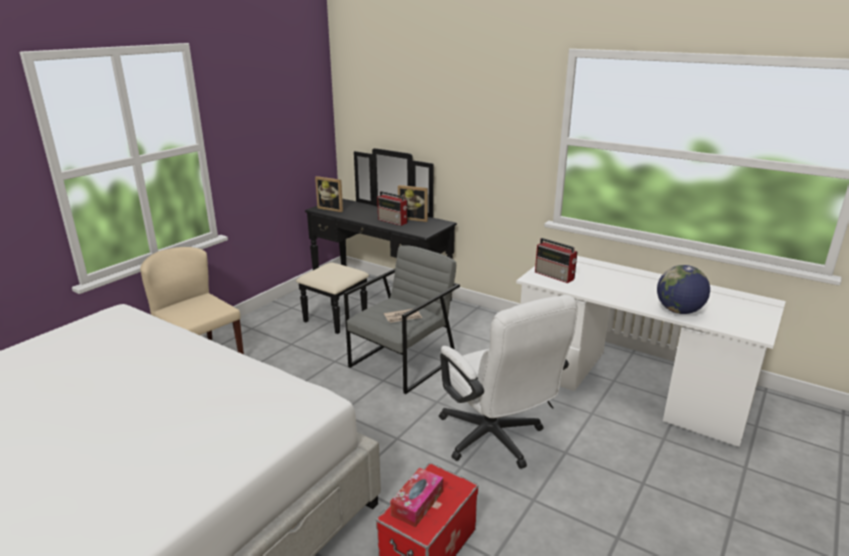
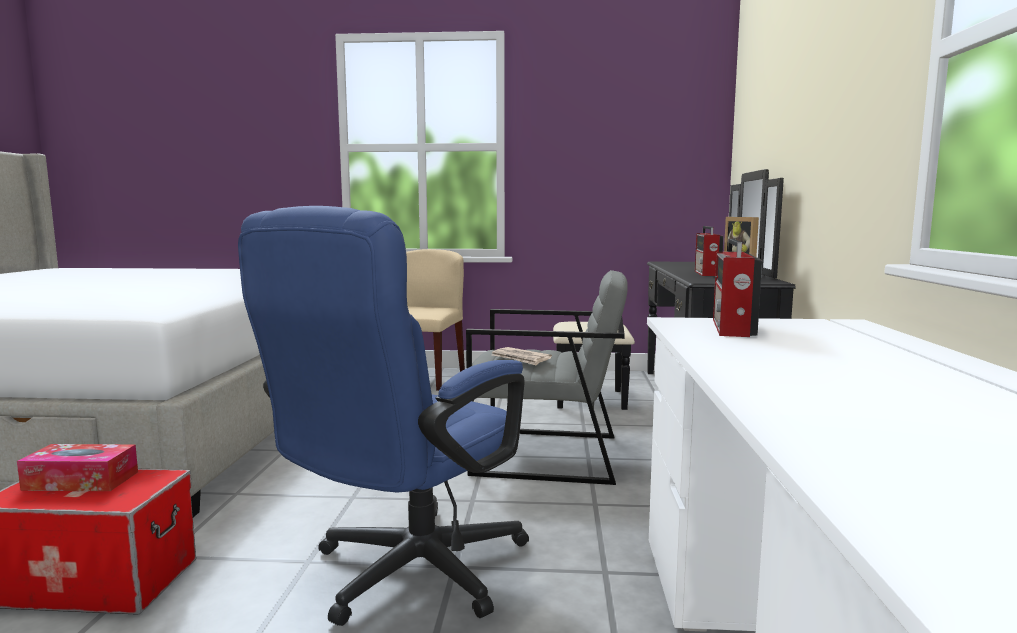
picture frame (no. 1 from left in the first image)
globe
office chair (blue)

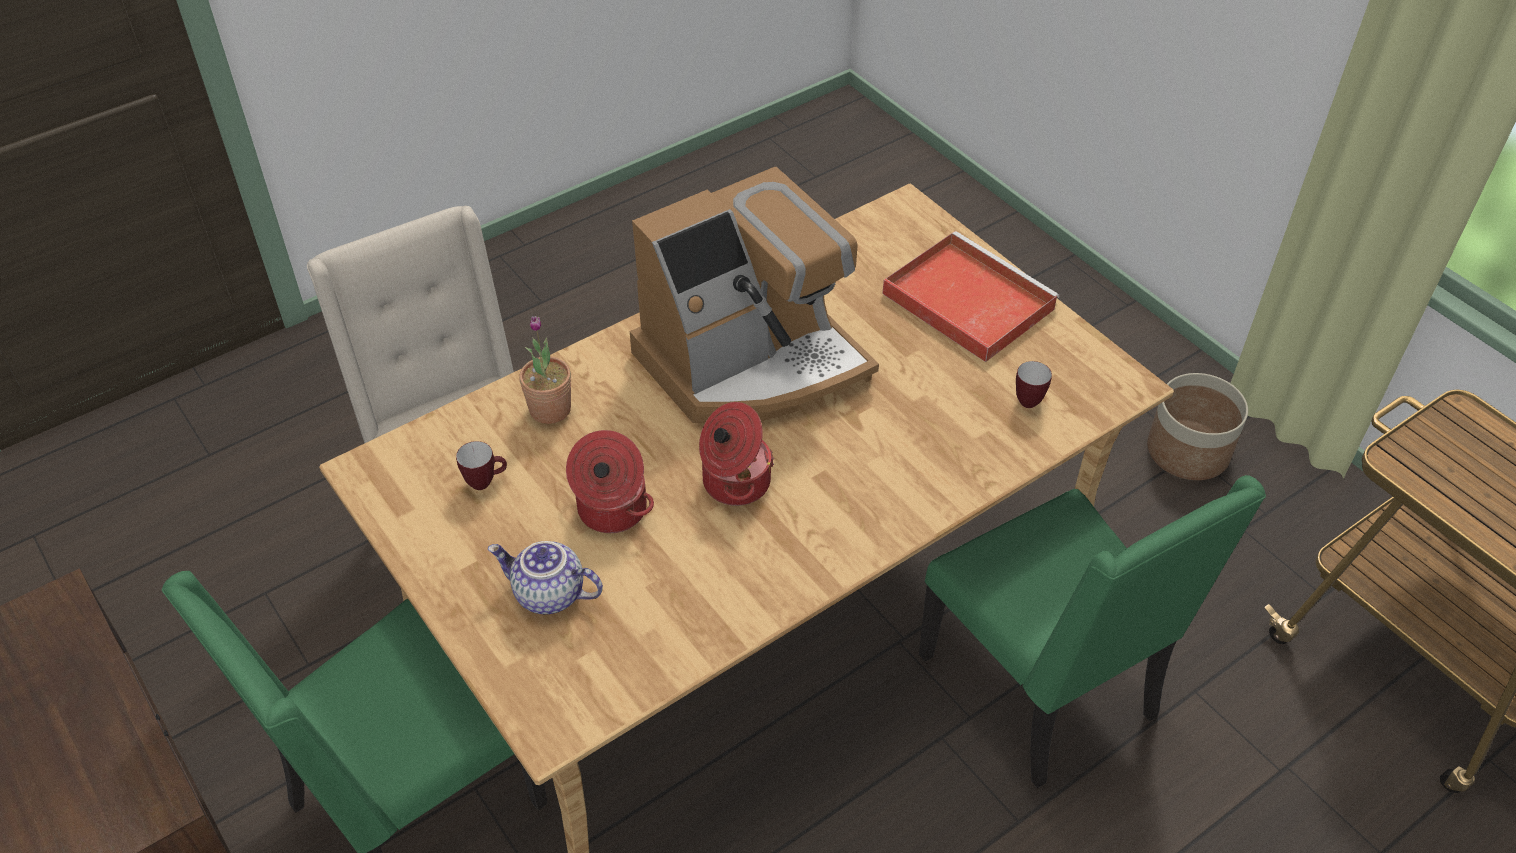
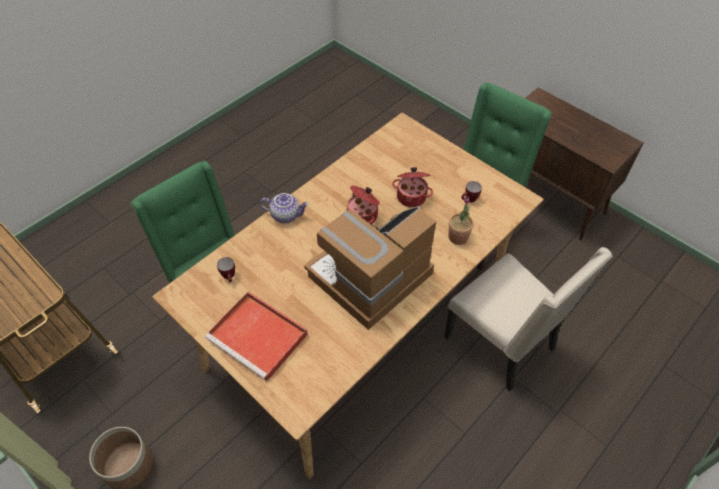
teapot

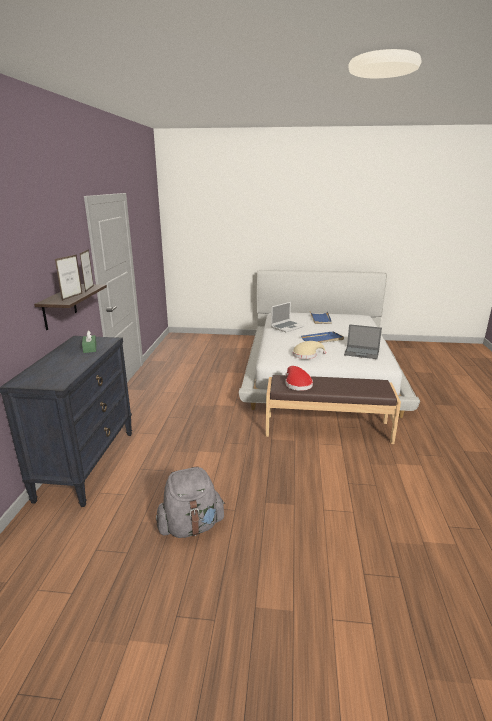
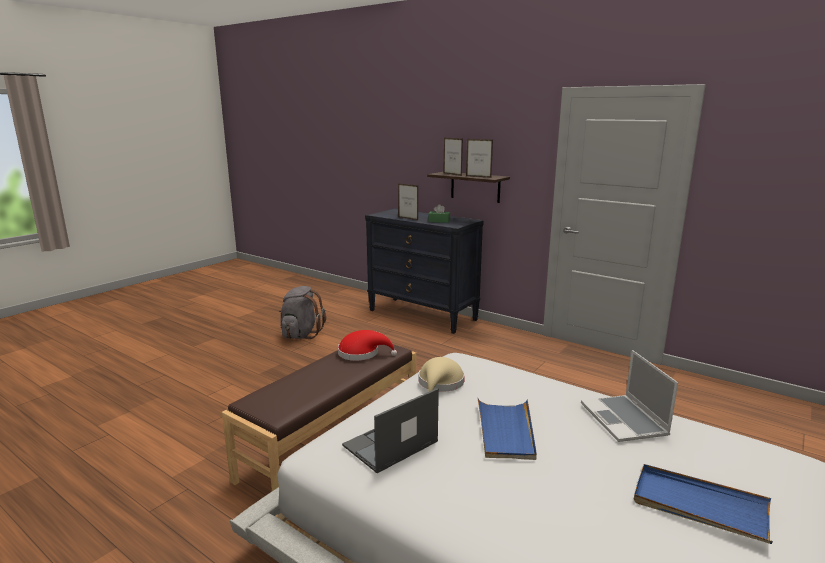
picture frame (no. 1 from left)

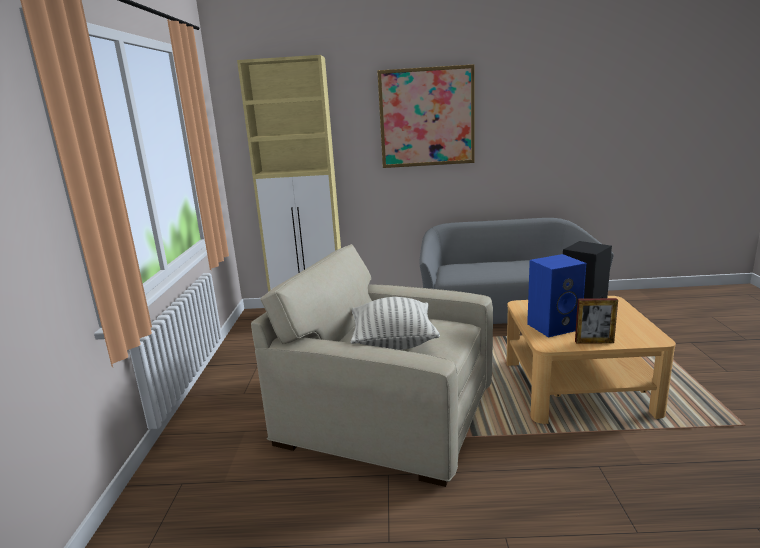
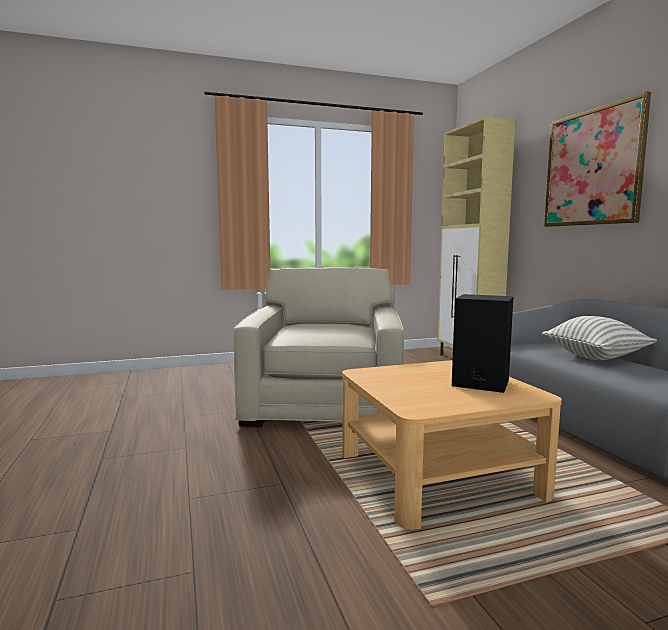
speaker (blue)
pillow
picture frame

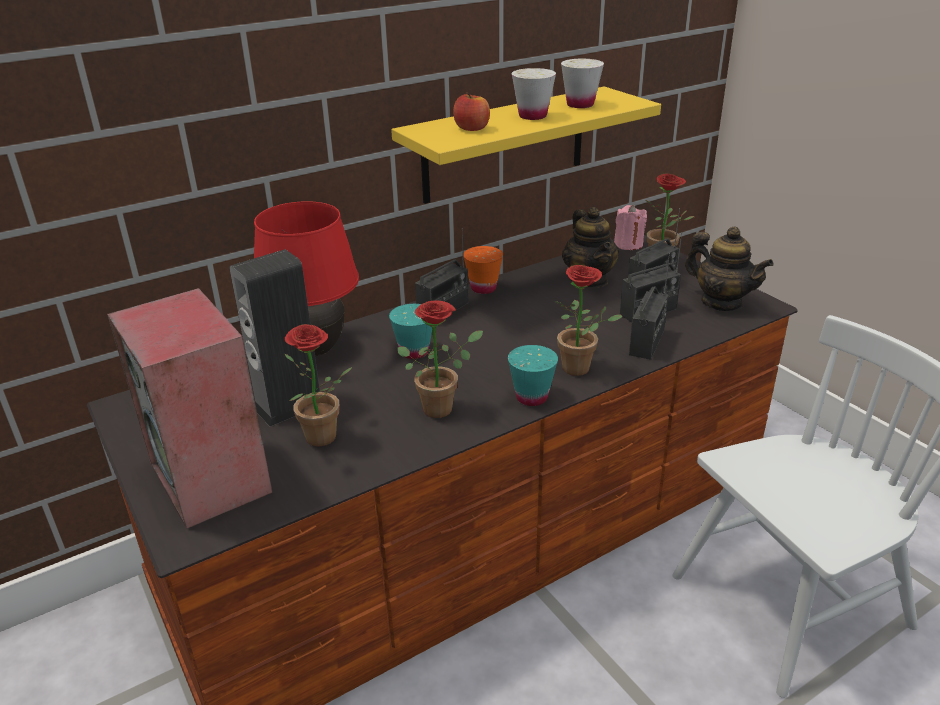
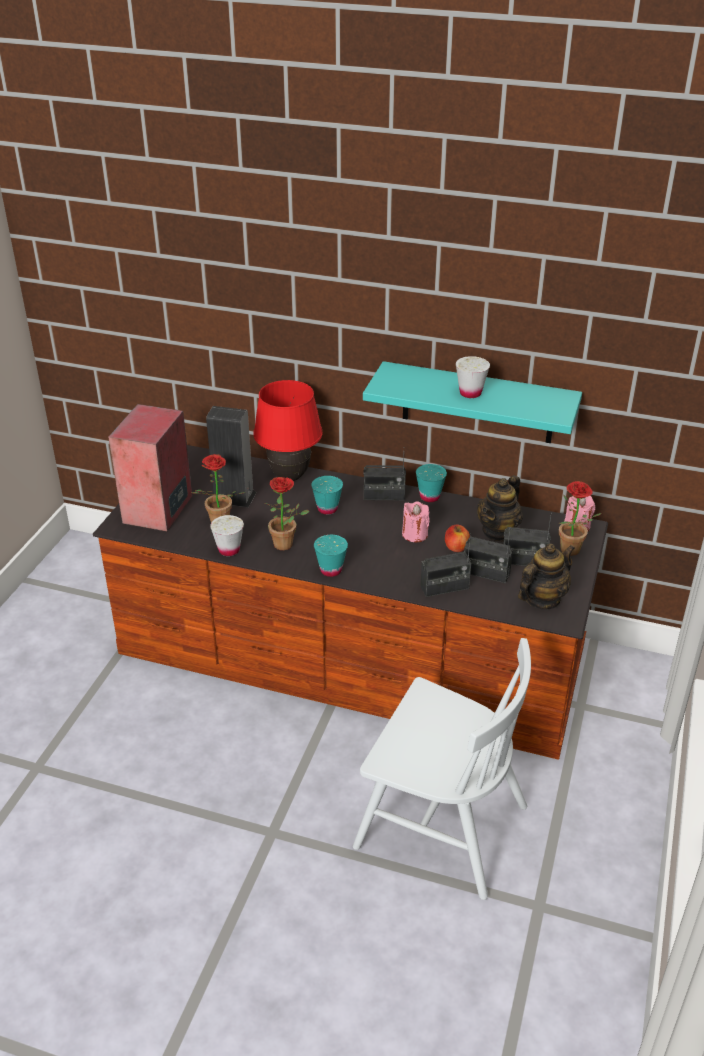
cup (white) (no. 1 from left)
shelf (turquoise)
apple
teapot (no. 2 from left)
cup (turquoise) (no. 3 from left)
potted plant (no. 3 from left in the first image)
candle (pink) (no. 1 from left)

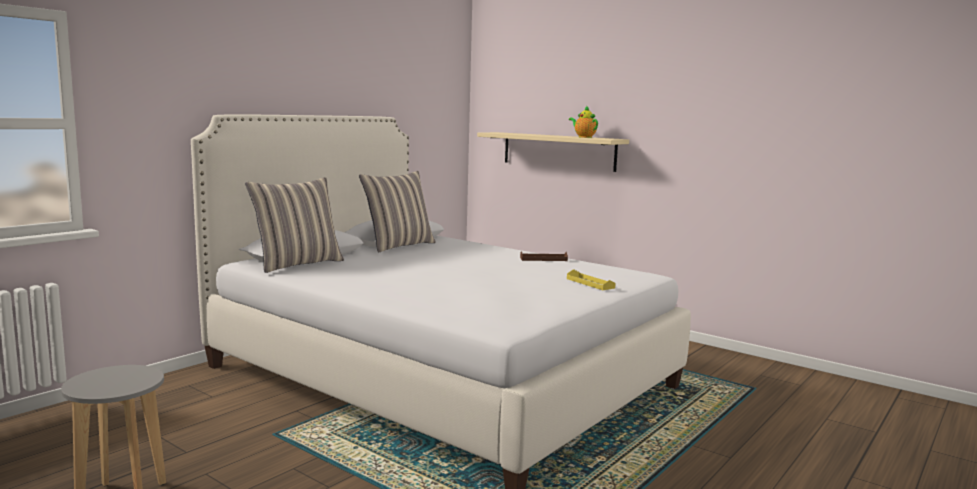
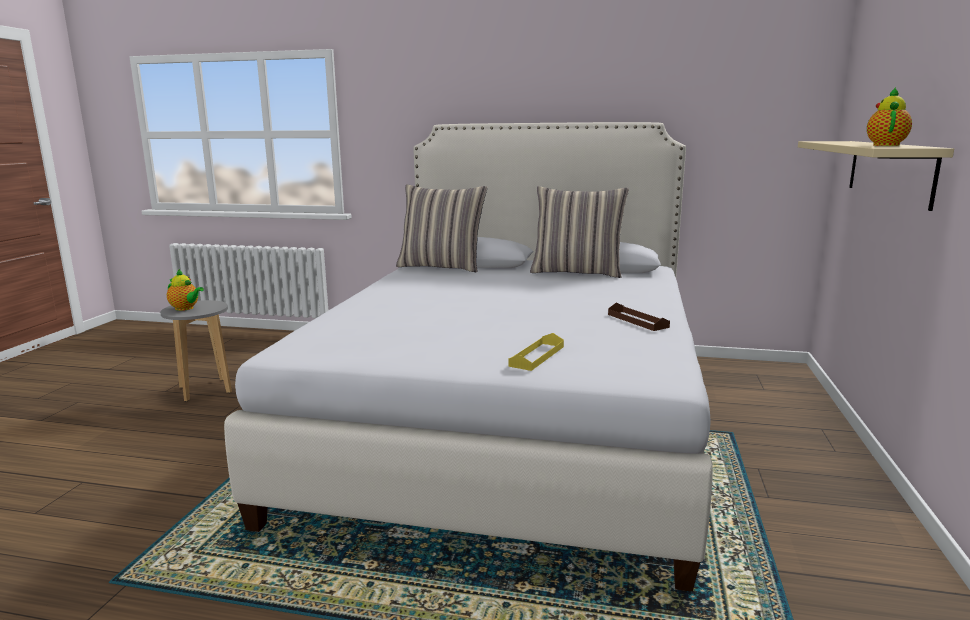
teapot (no. 1 from left)

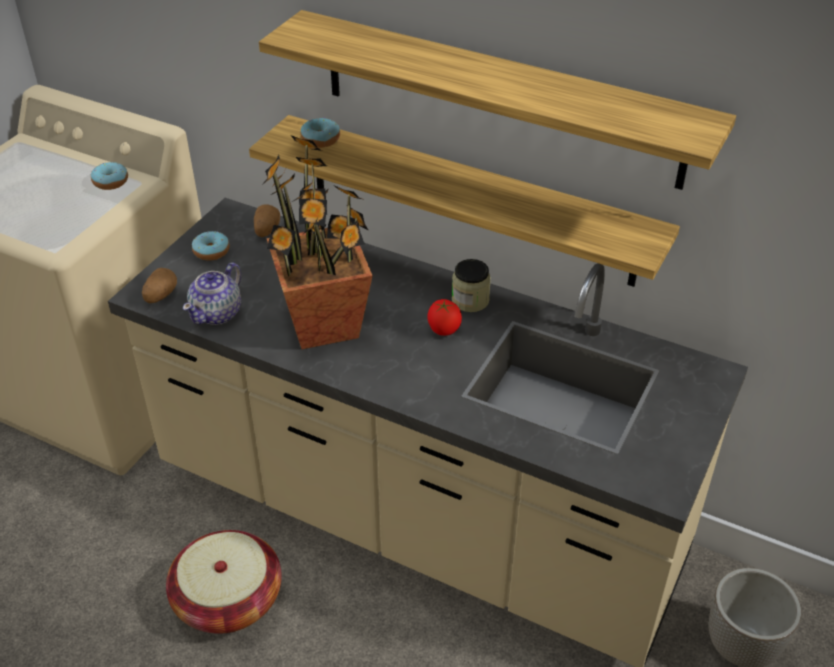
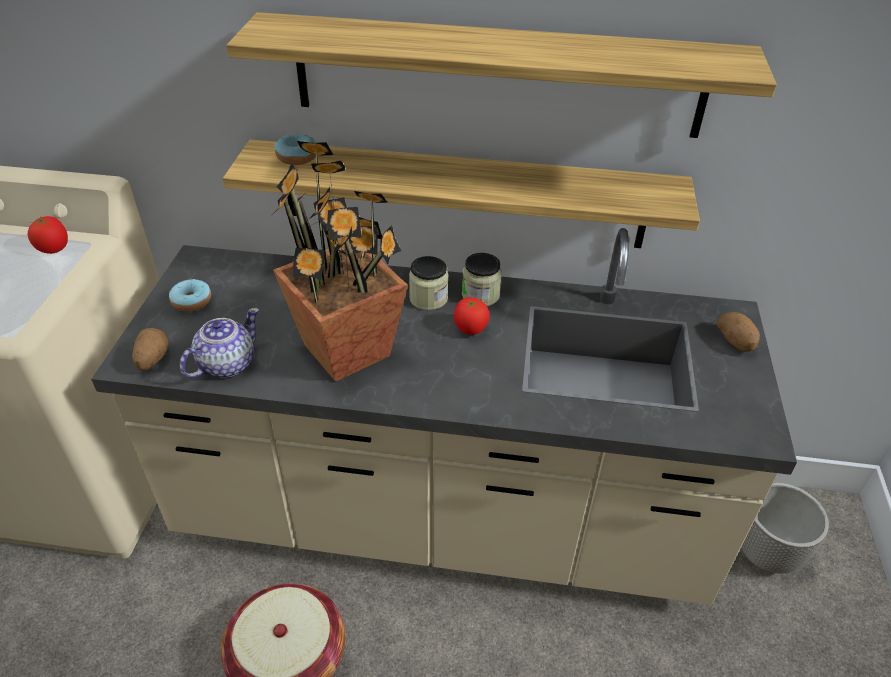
tomato (no. 1 from left)
potato (no. 2 from left)
teapot
jar (no. 1 from left)

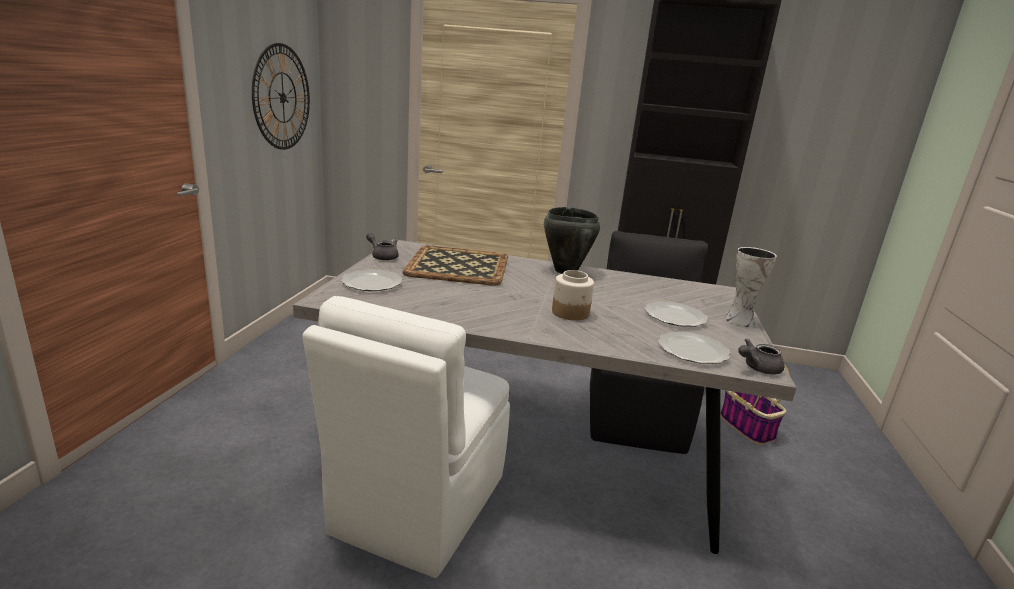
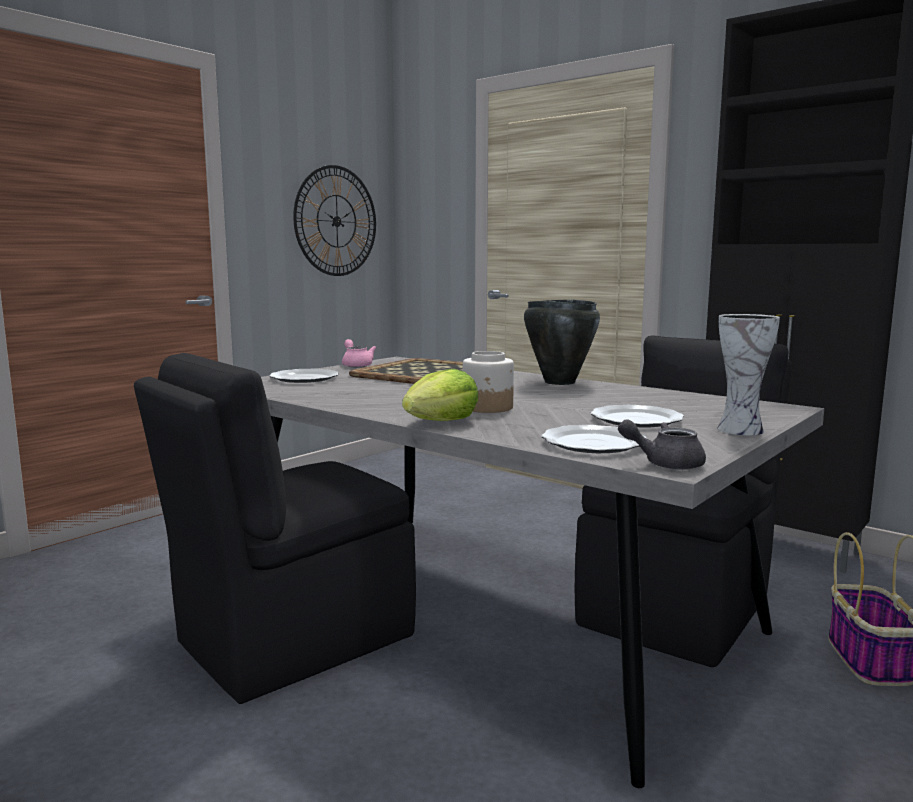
teapot (pink)
chair (black) (no. 1 from left)
lettuce

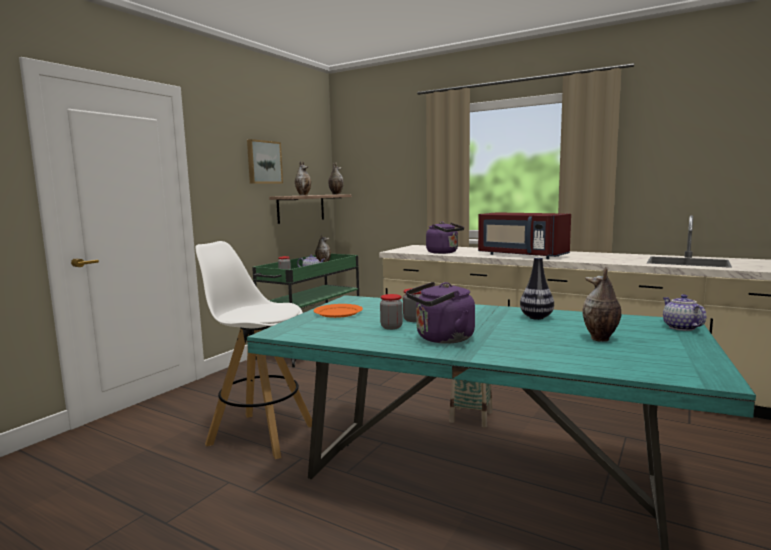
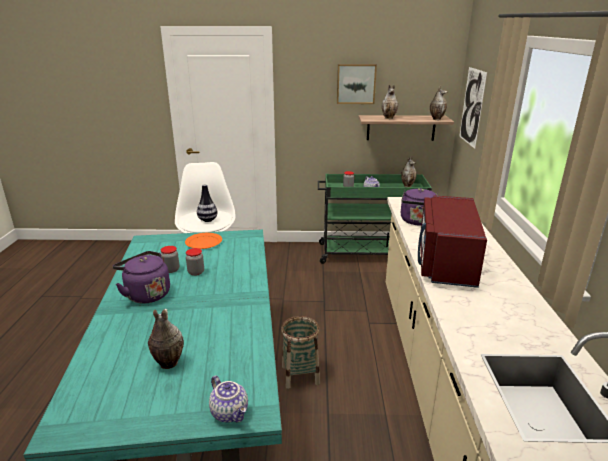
vase (no. 2 from left)
teapot (no. 1 from left)
picture (no. 2 from left)

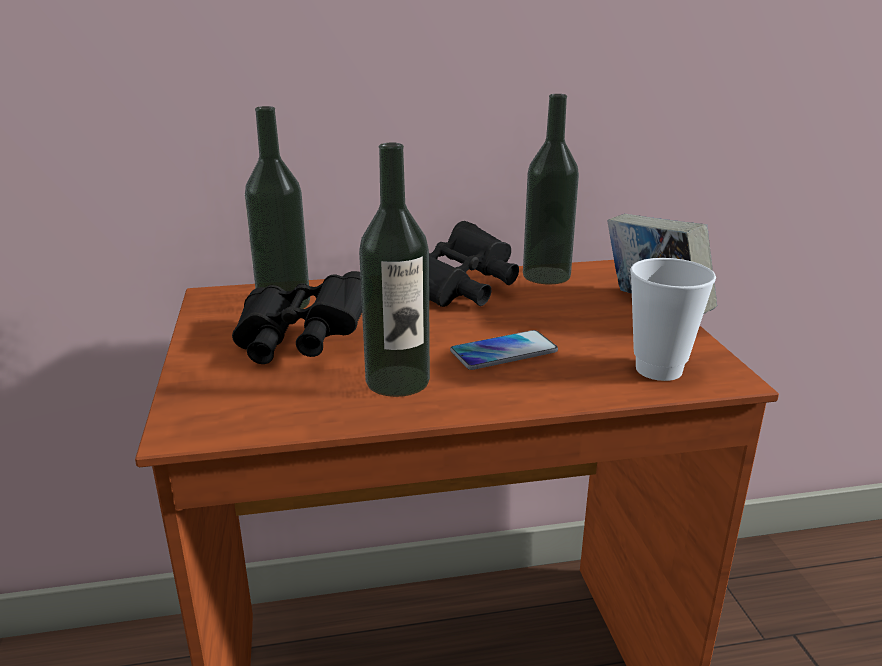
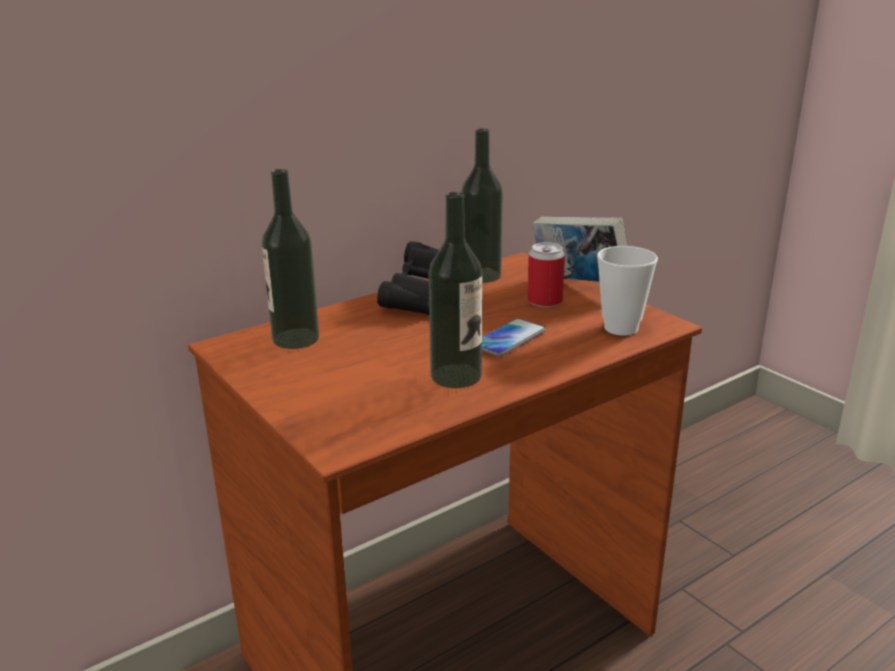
binoculars (black) (no. 1 from left in the first image)
can

